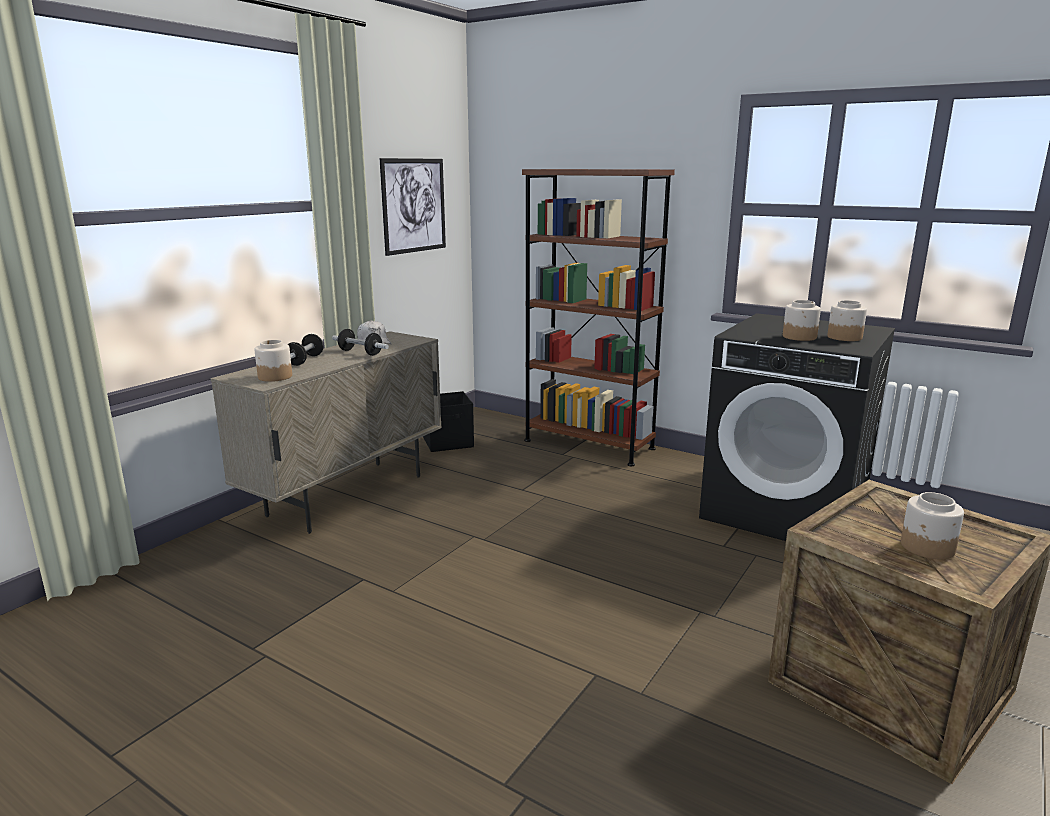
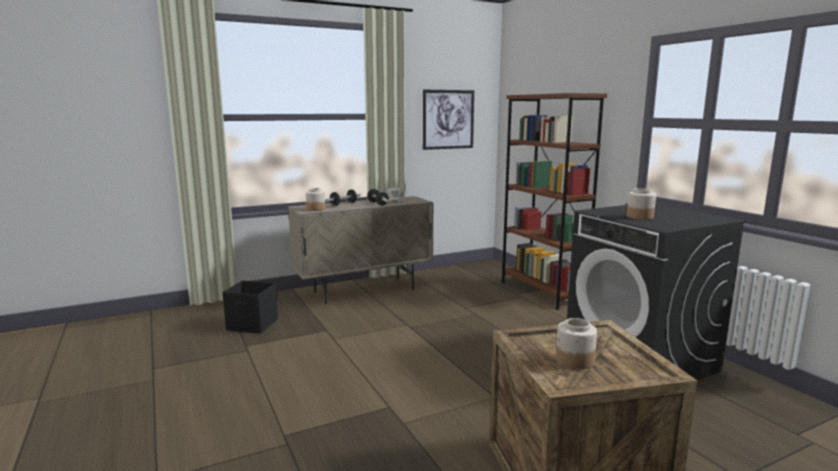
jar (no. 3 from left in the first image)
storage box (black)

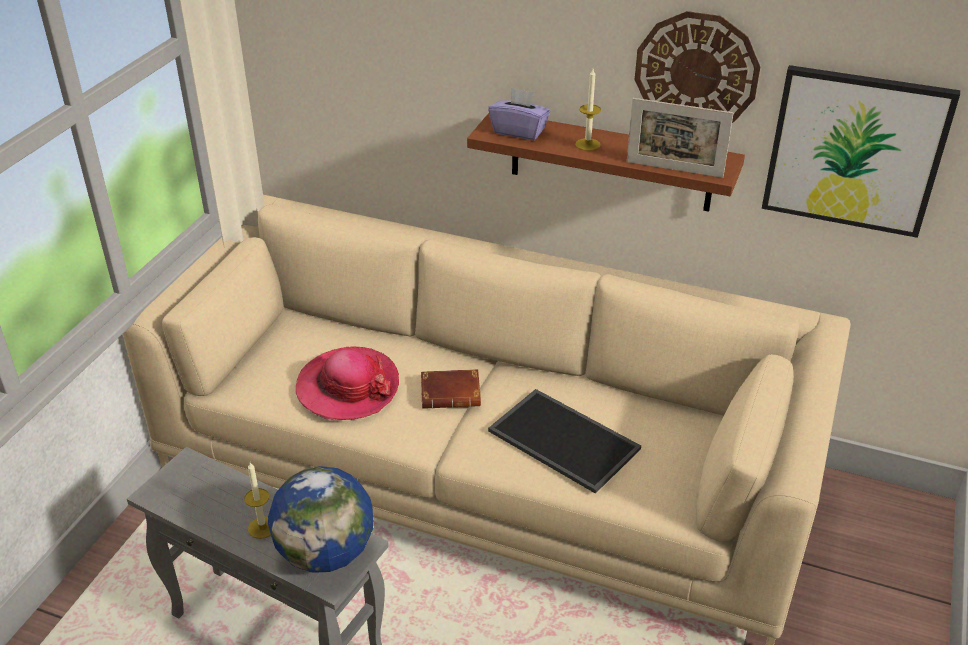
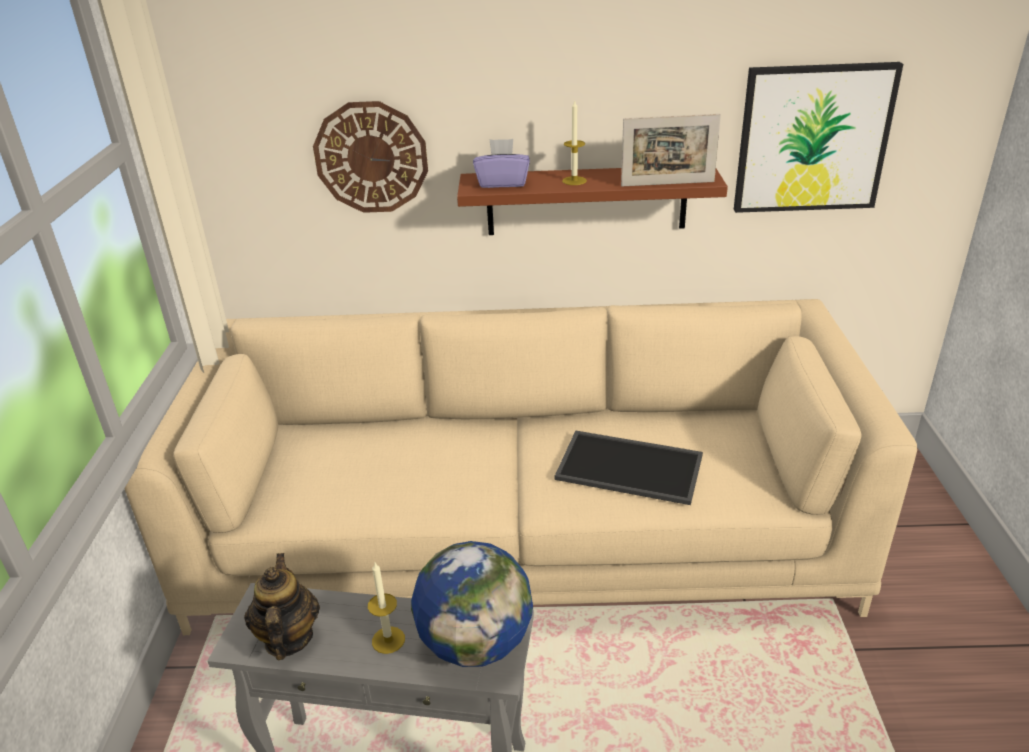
wall clock
hat
book (brown)
teapot

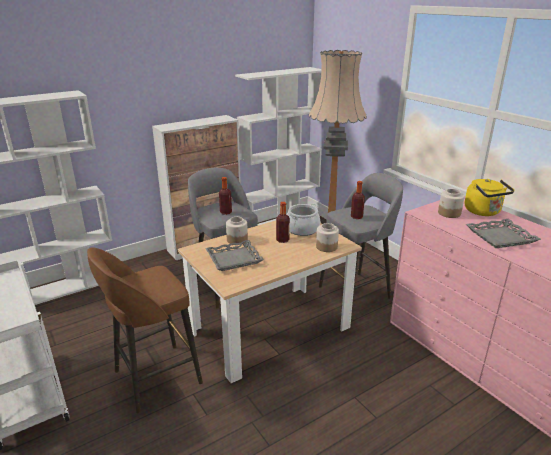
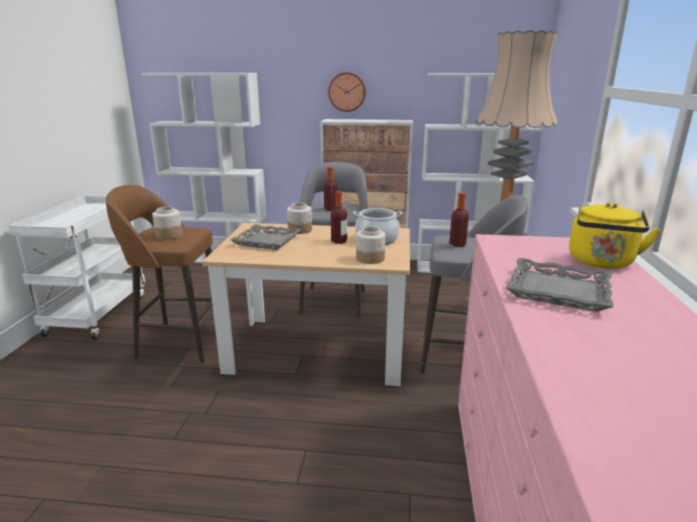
jar (no. 1 from left)
wall clock

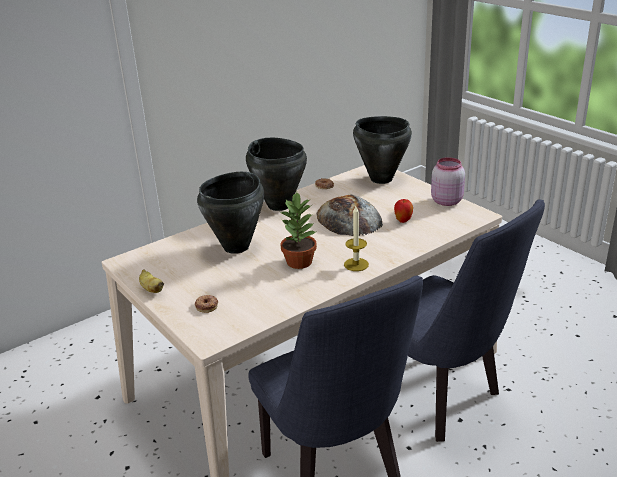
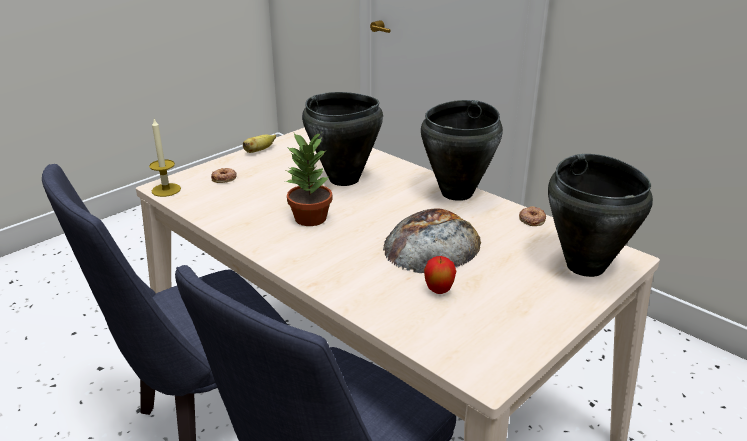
jar (pink)
candle

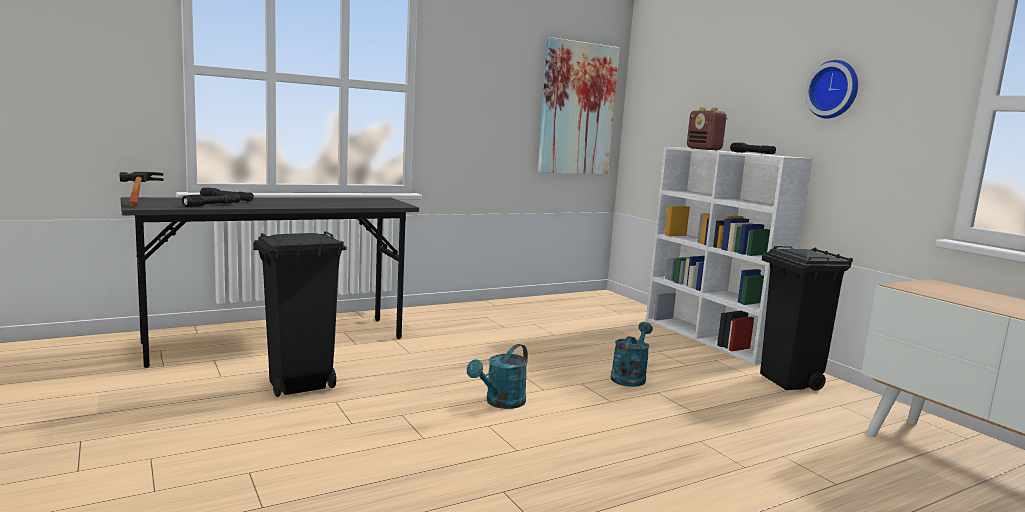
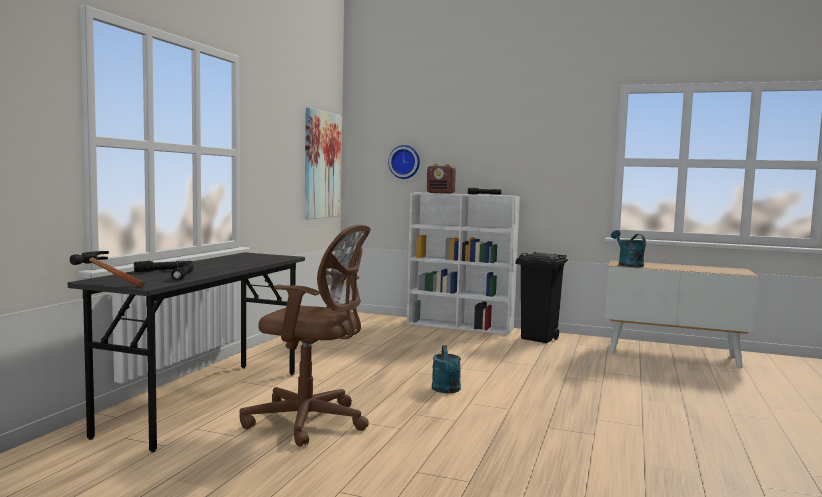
wall clock
office chair (brown)
watering can (turquoise) (no. 2 from left)

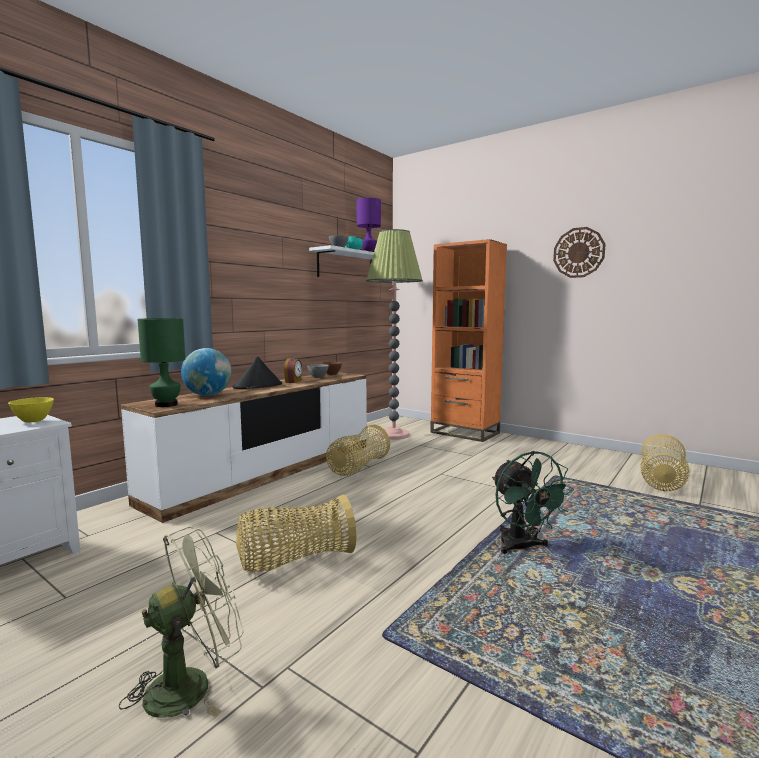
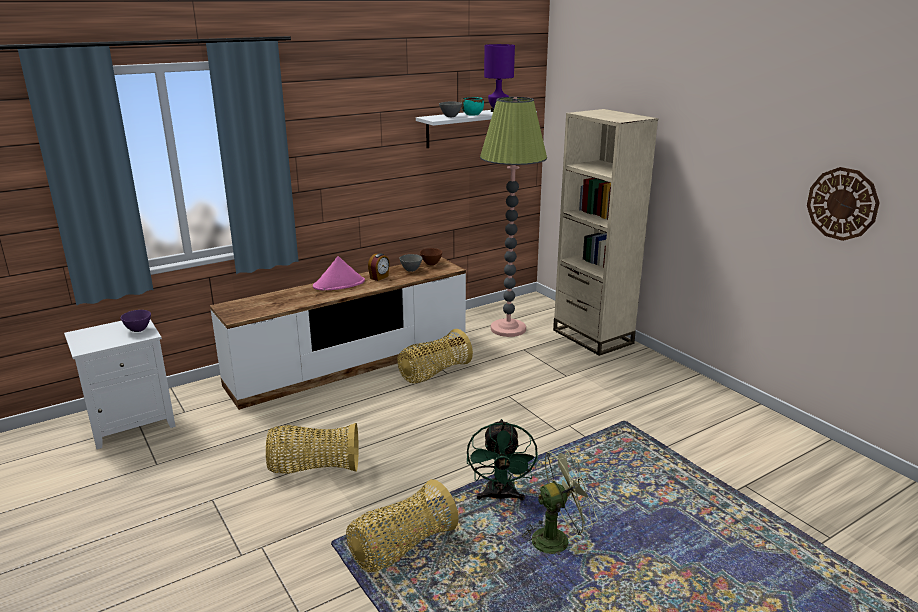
wall clock
bookcase (beige)
table lamp (green)
globe
hat (pink)
bowl (purple)
basket (no. 2 from left)
fan (green) (no. 2 from left)

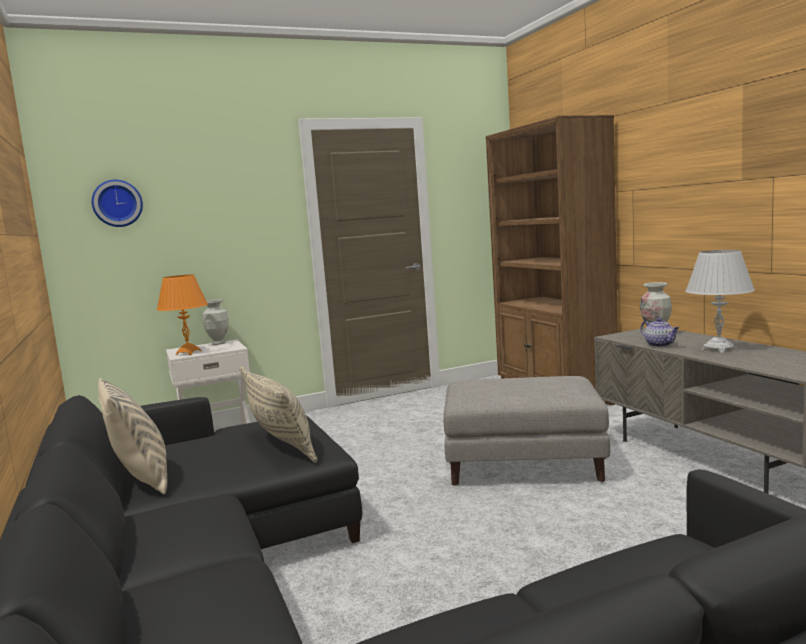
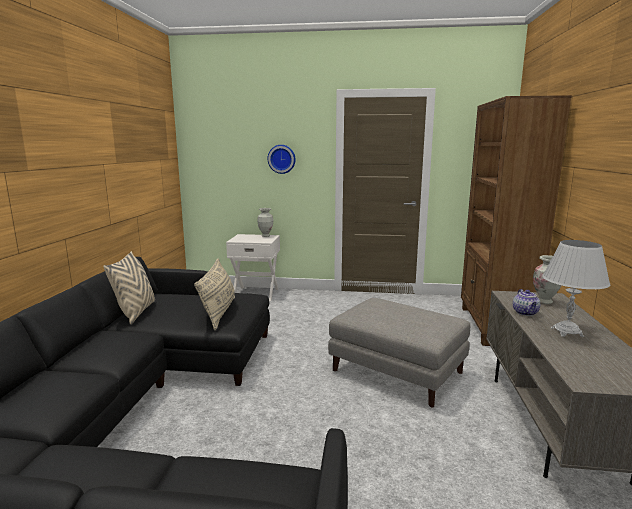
wall clock
table lamp (orange)

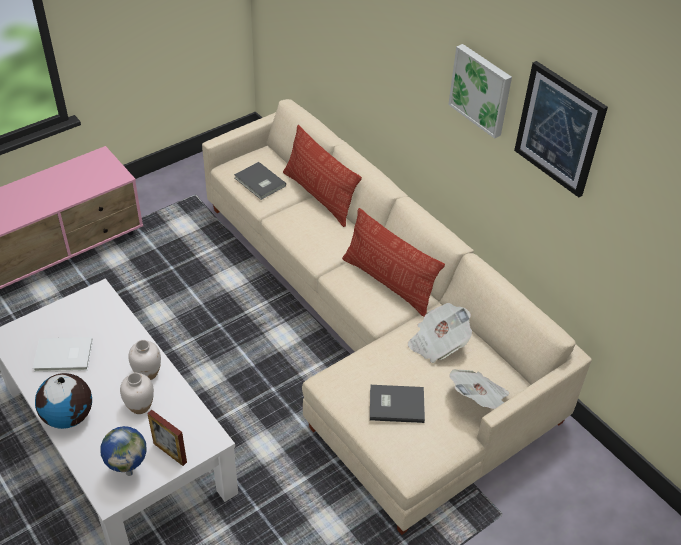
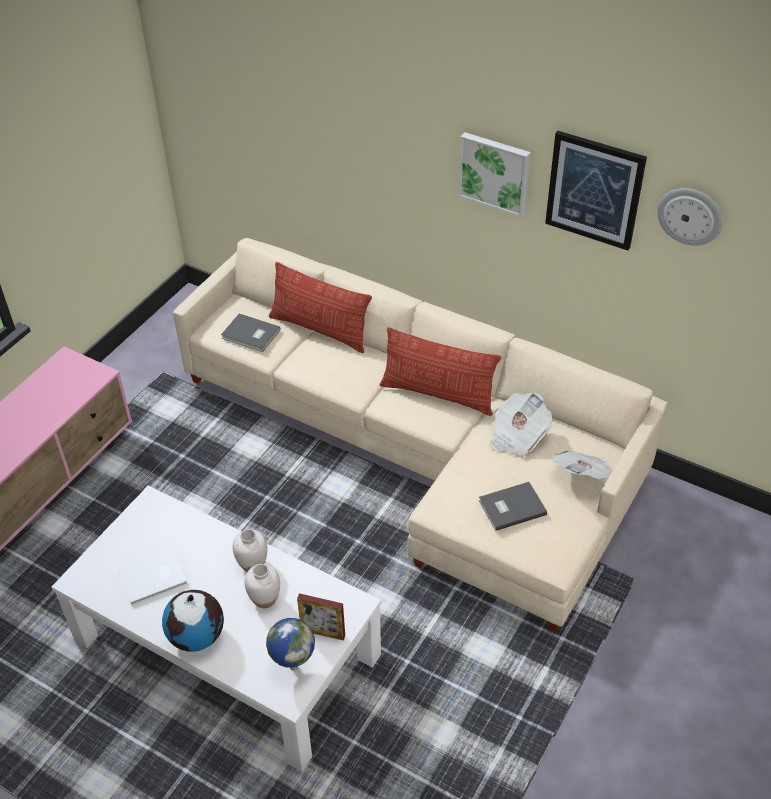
wall clock

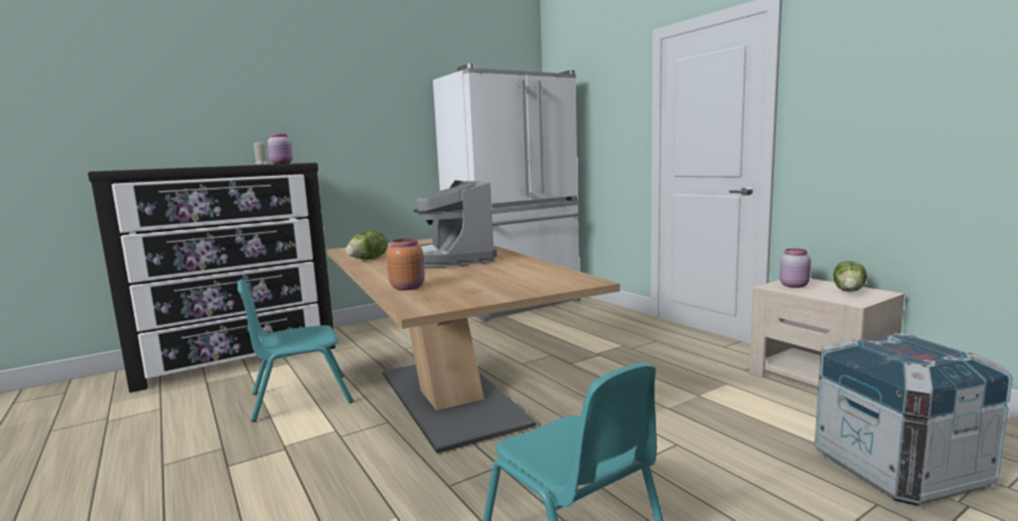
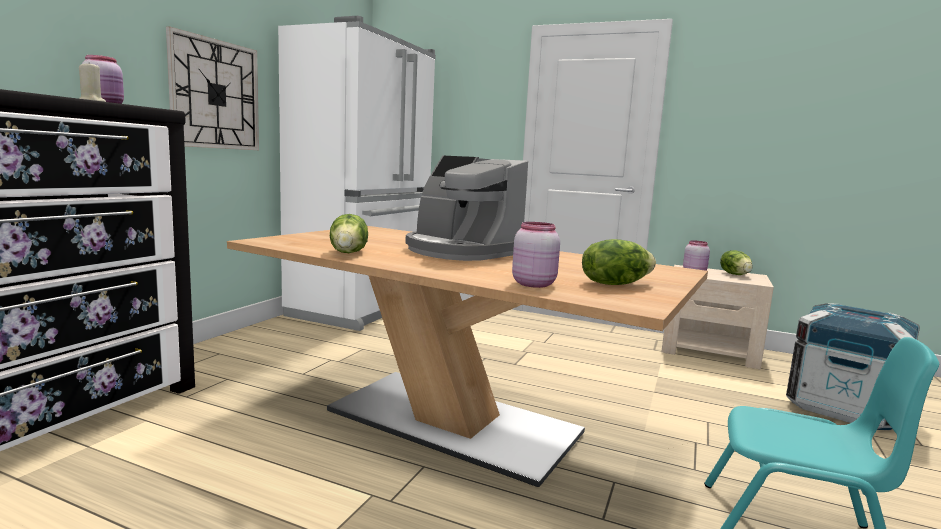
jar (pink) (no. 2 from left)
chair (turquoise) (no. 1 from left in the first image)
wall clock
lettuce (no. 2 from left)

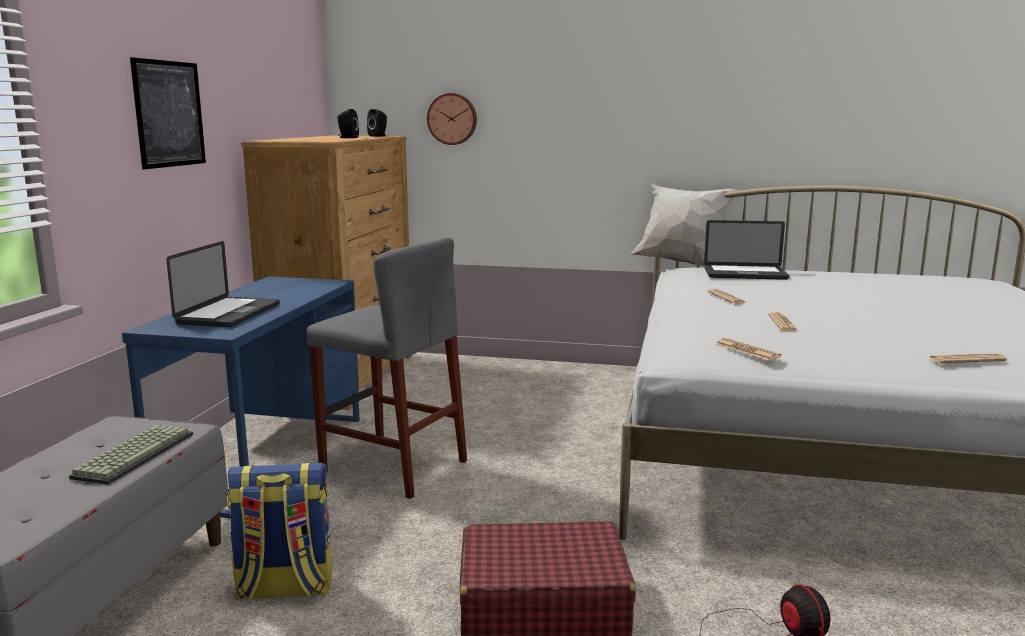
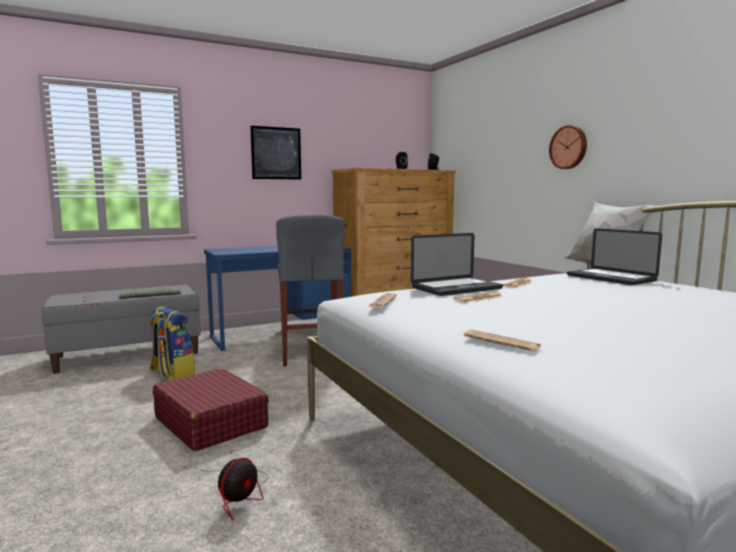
wall clock
laptop (no. 1 from left)

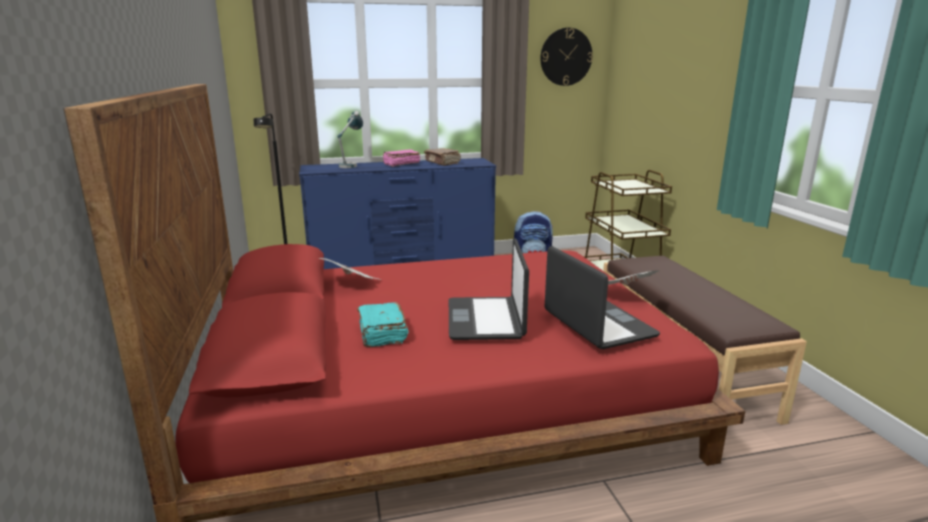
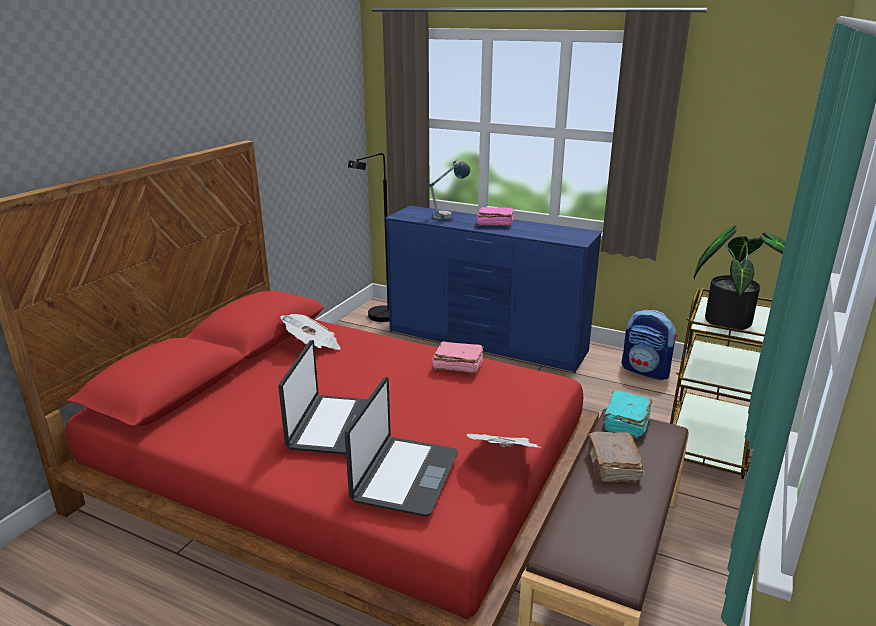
wall clock
book (brown)
laptop (no. 1 from left)
book (turquoise)
potted plant
book (pink) (no. 1 from left)

